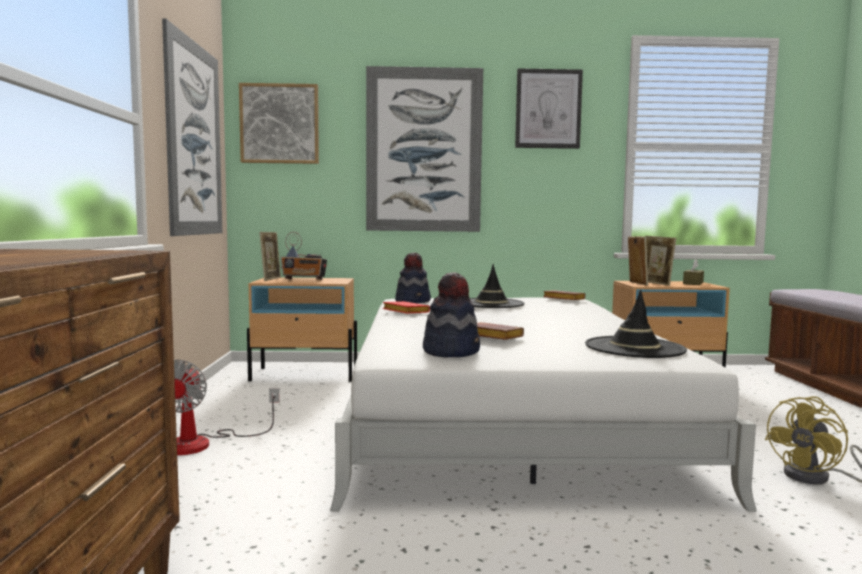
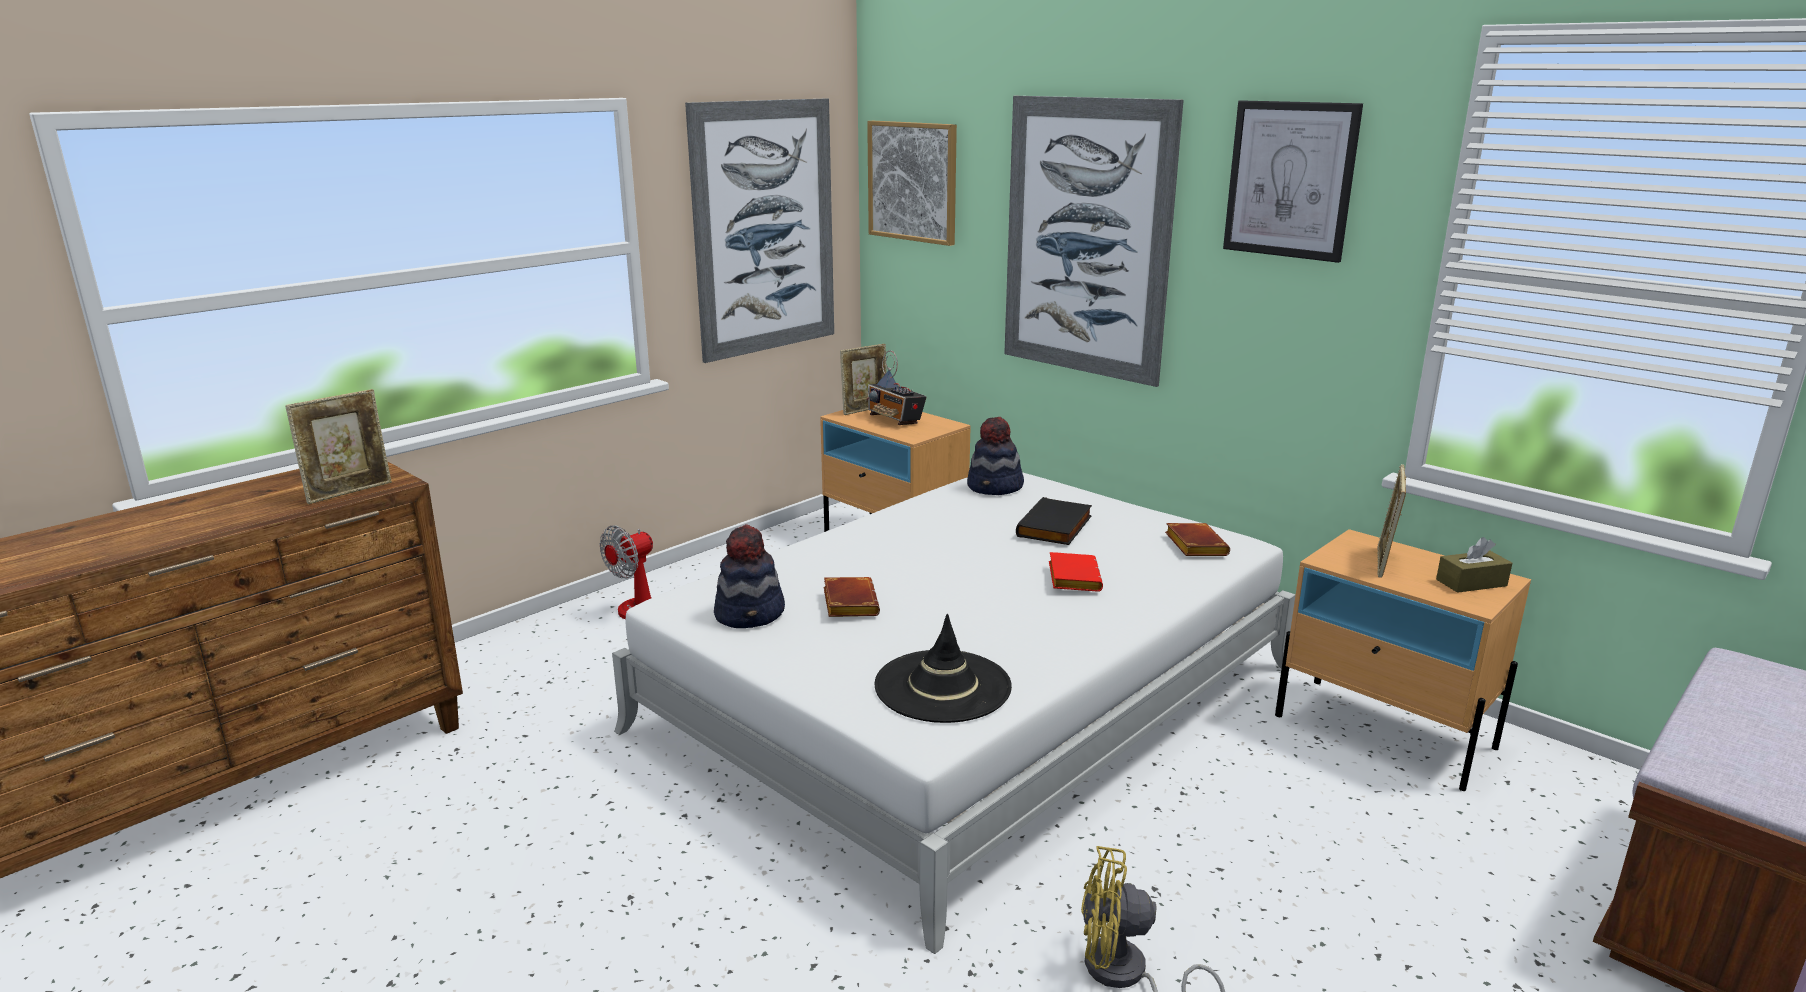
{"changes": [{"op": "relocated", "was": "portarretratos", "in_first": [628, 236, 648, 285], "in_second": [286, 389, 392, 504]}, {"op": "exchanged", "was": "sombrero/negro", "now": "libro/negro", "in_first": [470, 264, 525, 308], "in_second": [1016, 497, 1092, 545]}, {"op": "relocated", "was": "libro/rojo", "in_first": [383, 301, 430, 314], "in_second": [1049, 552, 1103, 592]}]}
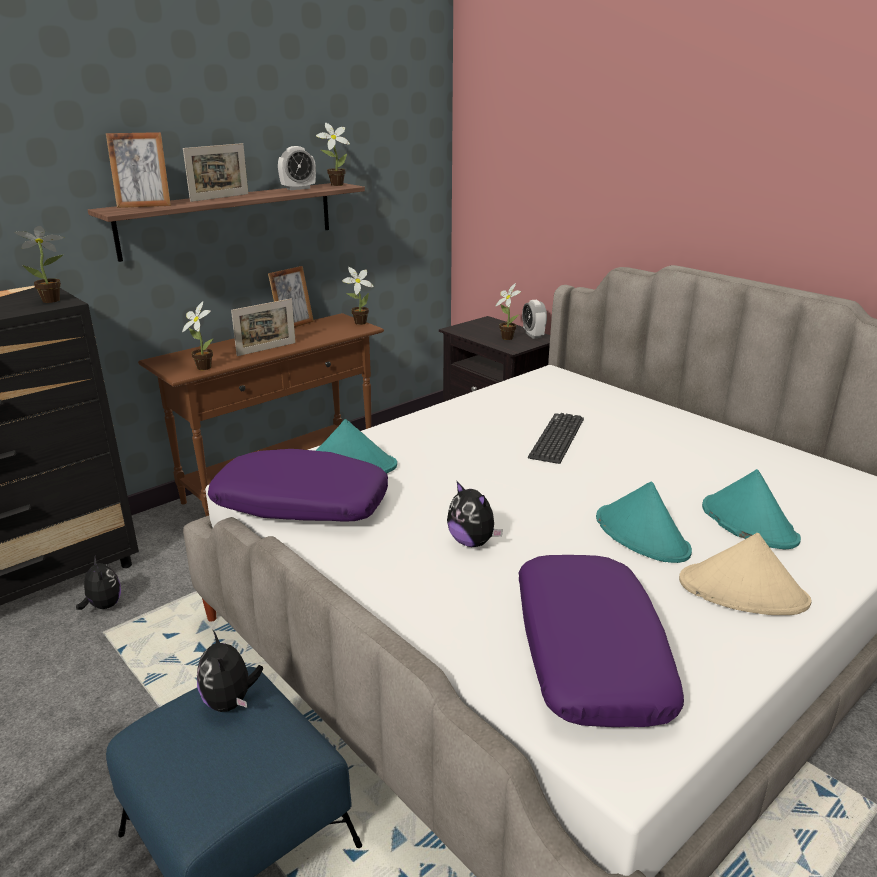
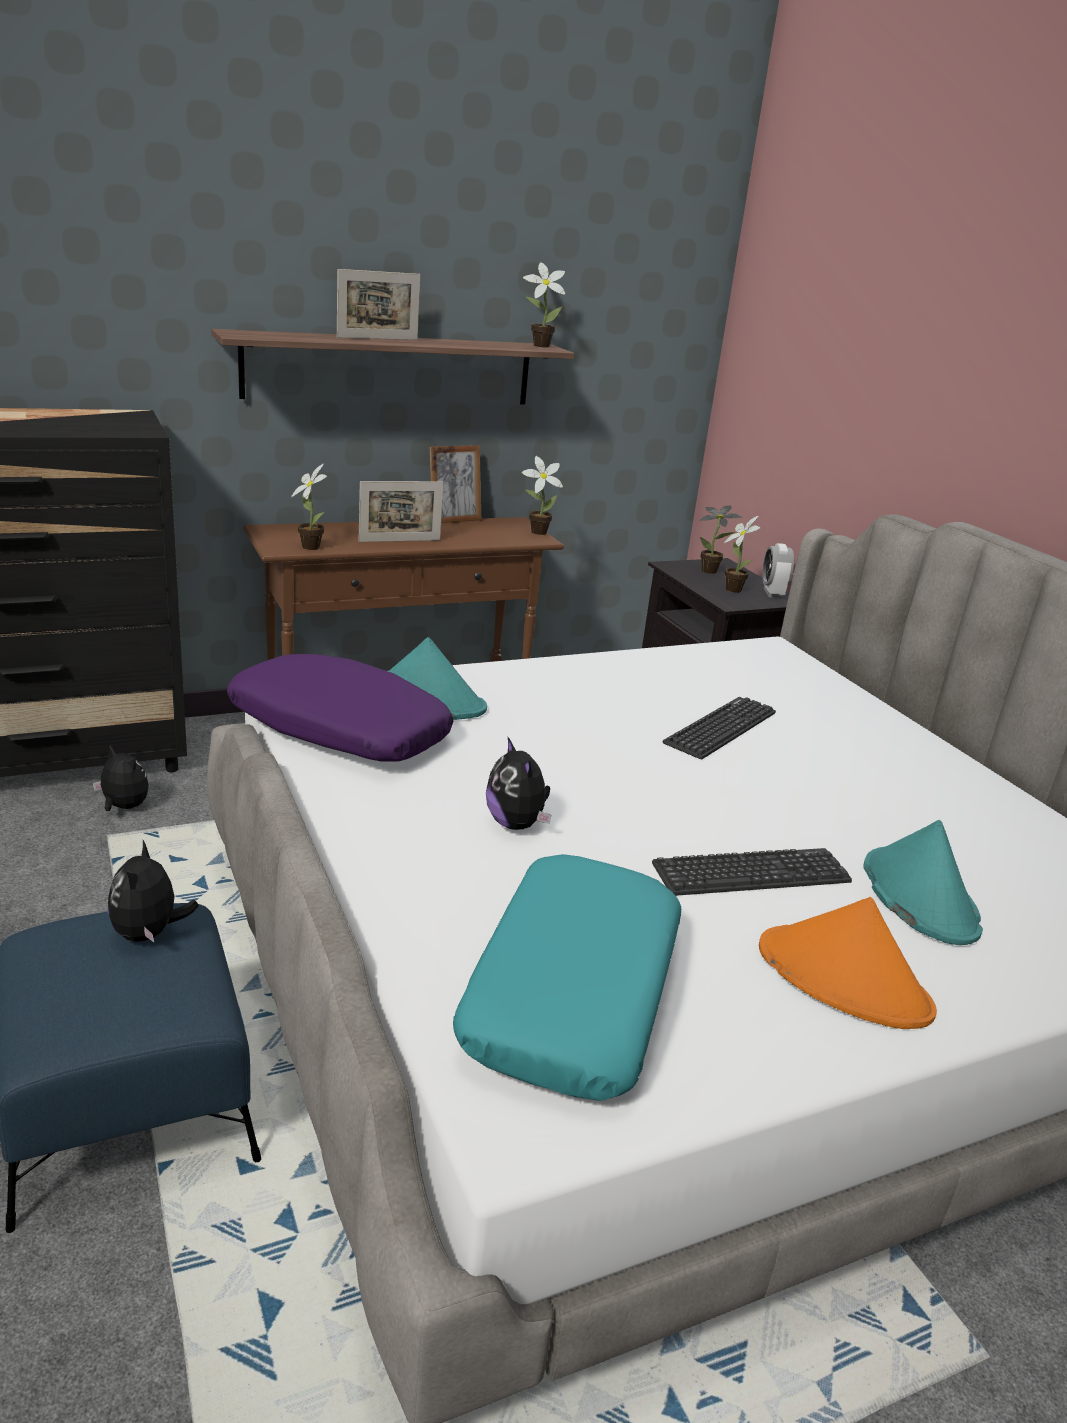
{"changes": [{"op": "missing", "was": "portarretratos", "in_first": [106, 132, 171, 208]}, {"op": "missing", "was": "despertador", "in_first": [278, 146, 316, 190]}, {"op": "relocated", "was": "planta en maceta", "in_first": [14, 226, 64, 303], "in_second": [699, 505, 742, 574]}, {"op": "exchanged", "was": "sombrero/turquesa", "now": "teclado", "in_first": [596, 481, 692, 563], "in_second": [652, 848, 852, 896]}, {"op": "colour", "was": "sombrero/beis", "now": "sombrero/naranja", "in_first": [679, 533, 812, 615], "in_second": [759, 897, 937, 1029]}, {"op": "colour", "was": "cojín/morado", "now": "cojín/turquesa", "in_first": [518, 555, 684, 727], "in_second": [453, 854, 681, 1101]}, {"op": "spun", "was": "peluche", "in_first": [76, 556, 121, 610], "in_second": [93, 746, 149, 811], "clockwise": -45}]}
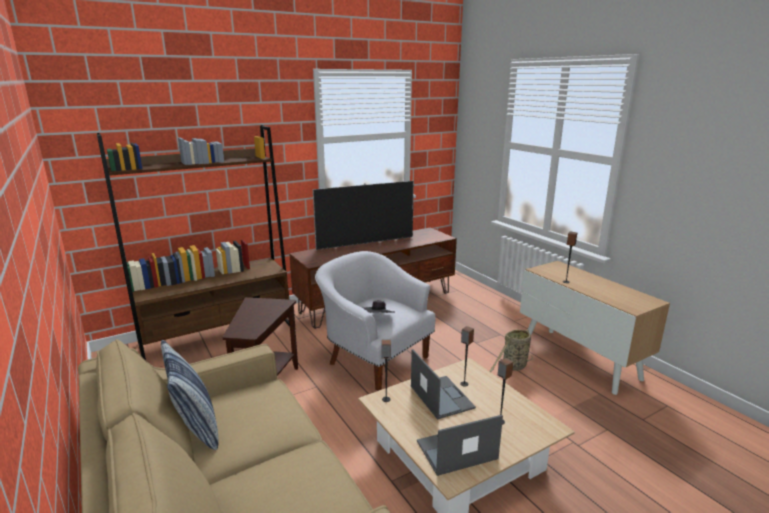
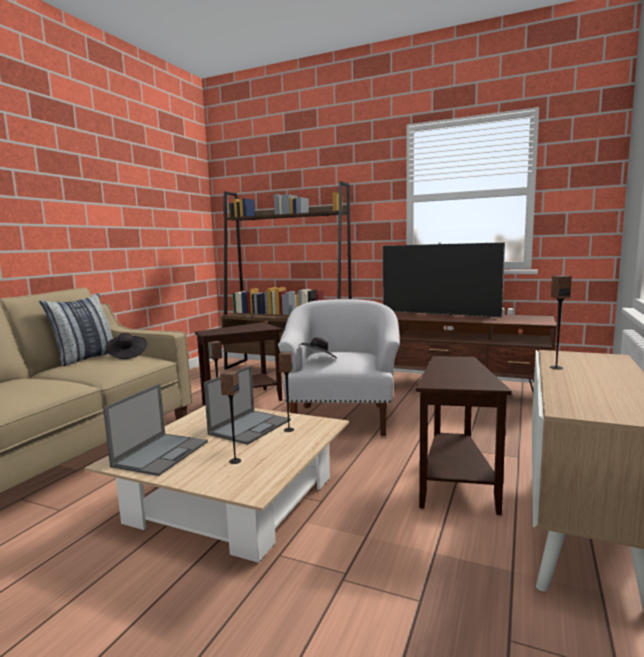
{"changes": [{"op": "exchanged", "was": "cesta", "now": "mesa auxiliar/marrón", "in_first": [490, 329, 533, 372], "in_second": [416, 356, 512, 515]}, {"op": "spun", "was": "portátil", "in_first": [417, 415, 503, 476], "in_second": [103, 384, 208, 476], "clockwise": 75}, {"op": "appeared", "now": "sombrero/negro", "in_second": [106, 333, 147, 359]}]}
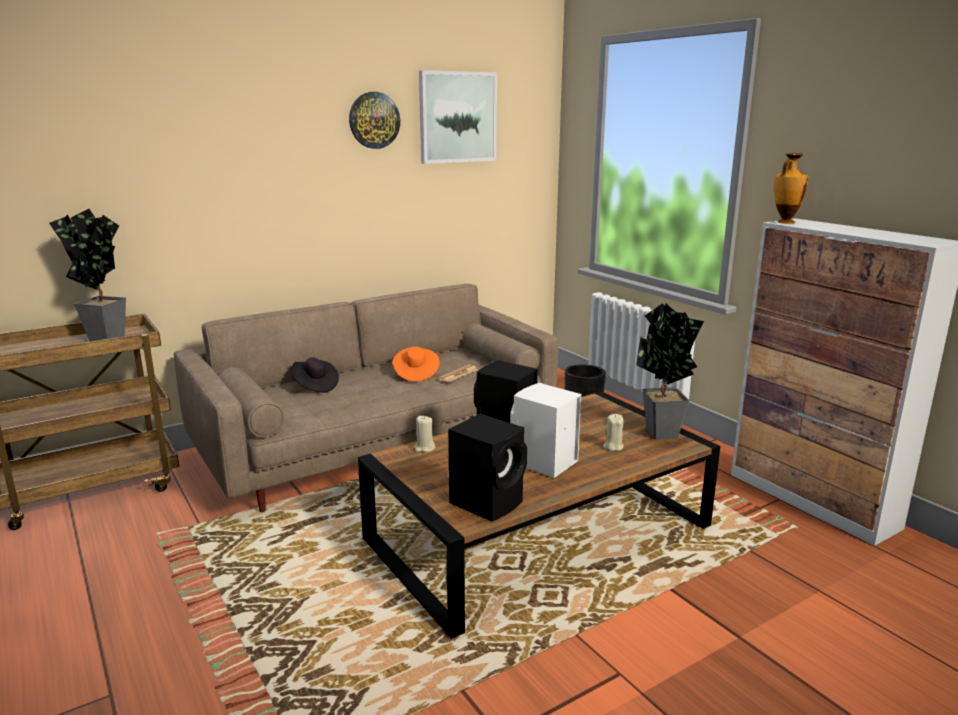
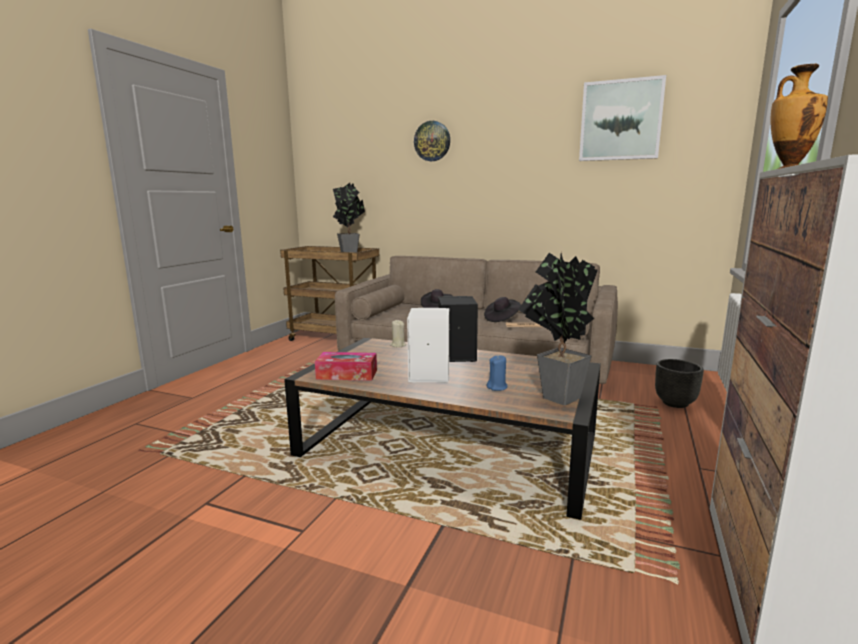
{"changes": [{"op": "relocated", "was": "reloj de pared", "in_first": [349, 92, 400, 149], "in_second": [414, 121, 450, 161]}, {"op": "colour", "was": "sombrero/naranja", "now": "sombrero/negro", "in_first": [393, 346, 440, 382], "in_second": [484, 297, 521, 322]}, {"op": "exchanged", "was": "altavoz/negro", "now": "caja de pañuelos", "in_first": [448, 413, 527, 522], "in_second": [315, 352, 377, 381]}, {"op": "colour", "was": "vela/beis", "now": "vela/azul", "in_first": [603, 414, 624, 451], "in_second": [487, 355, 508, 391]}]}
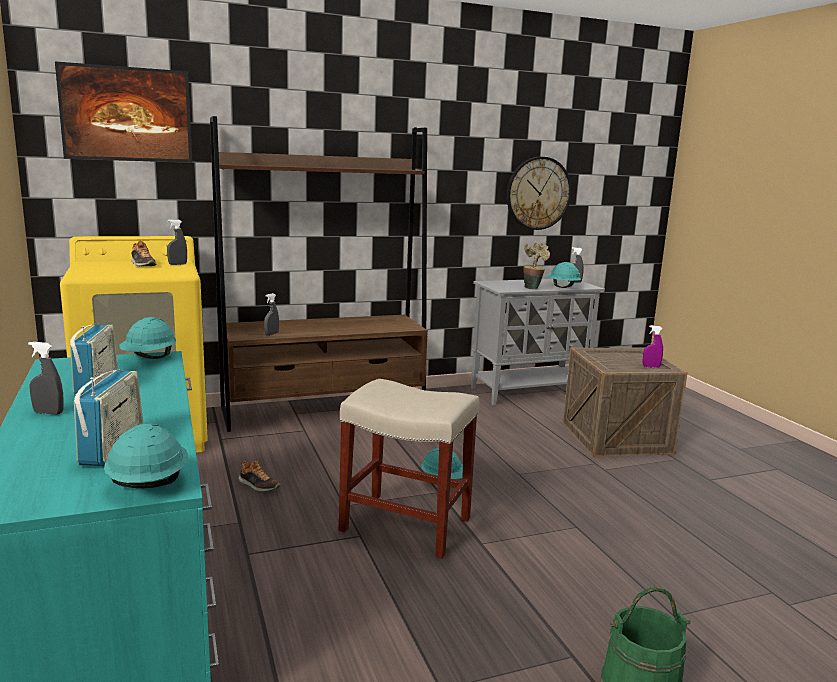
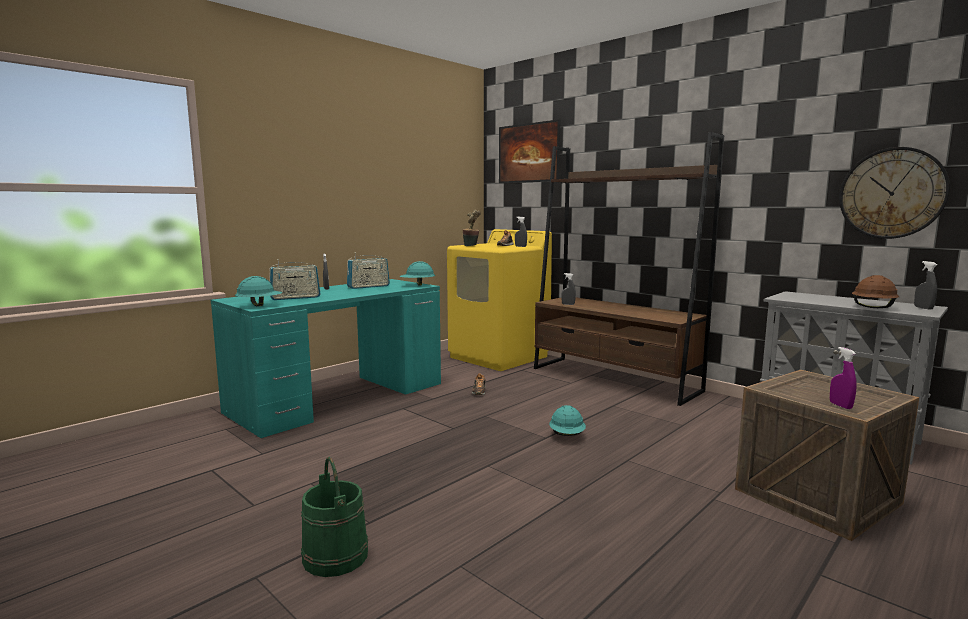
{"changes": [{"op": "relocated", "was": "planta en maceta", "in_first": [524, 242, 550, 289], "in_second": [462, 210, 481, 246]}, {"op": "colour", "was": "casco/turquesa", "now": "casco/marrón", "in_first": [546, 262, 581, 288], "in_second": [852, 275, 900, 308]}, {"op": "missing", "was": "taburete/beis", "in_first": [339, 379, 480, 559]}]}
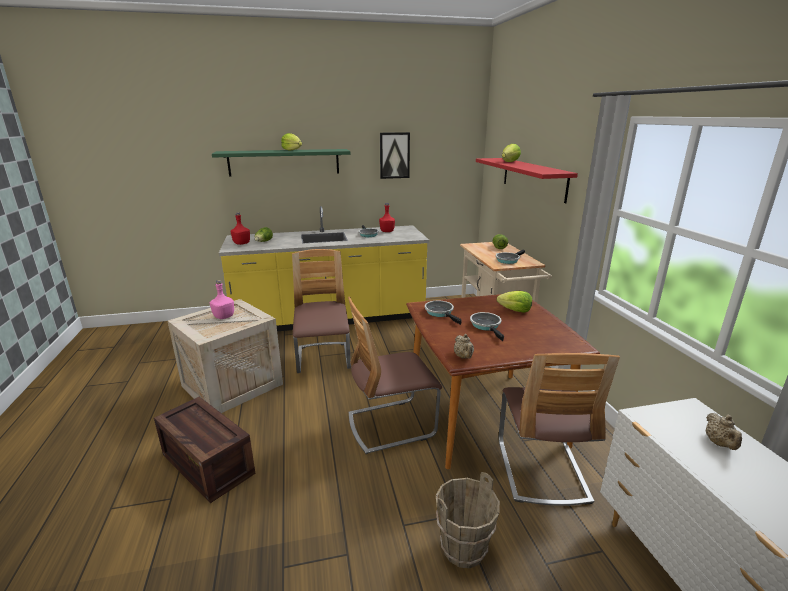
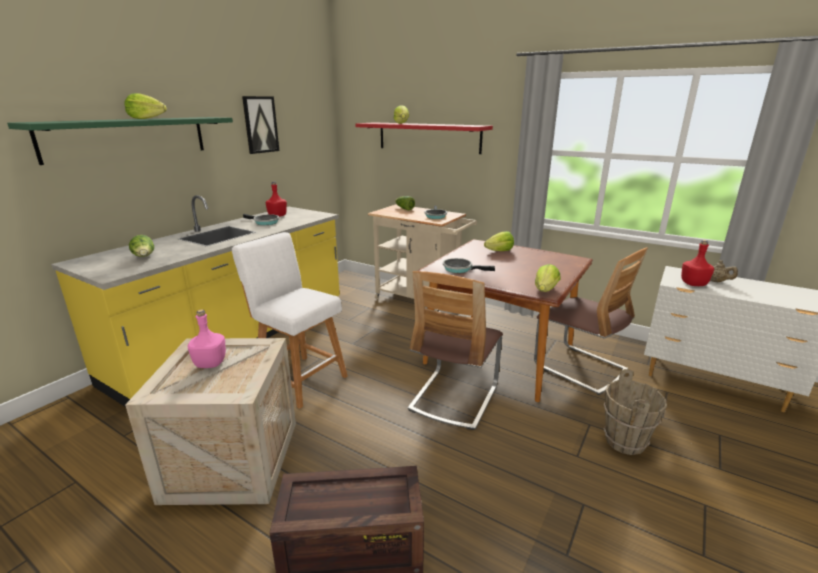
{"changes": [{"op": "relocated", "was": "botella/rojo", "in_first": [230, 212, 250, 245], "in_second": [681, 240, 714, 286]}, {"op": "exchanged", "was": "silla", "now": "taburete/blanco", "in_first": [292, 249, 351, 373], "in_second": [232, 232, 348, 409]}, {"op": "missing", "was": "sartén", "in_first": [470, 312, 504, 341]}, {"op": "exchanged", "was": "tetera/beis", "now": "lechuga", "in_first": [454, 334, 474, 359], "in_second": [535, 264, 561, 292]}]}
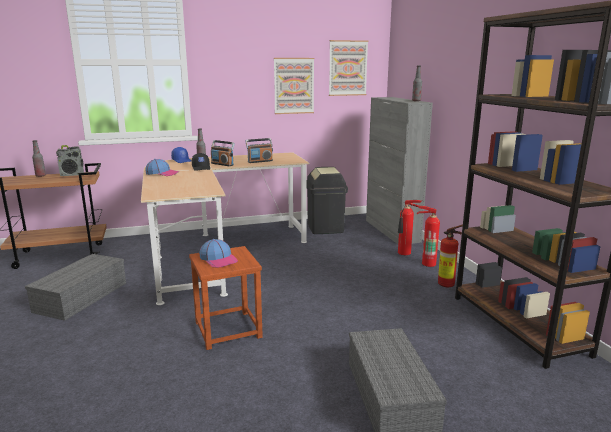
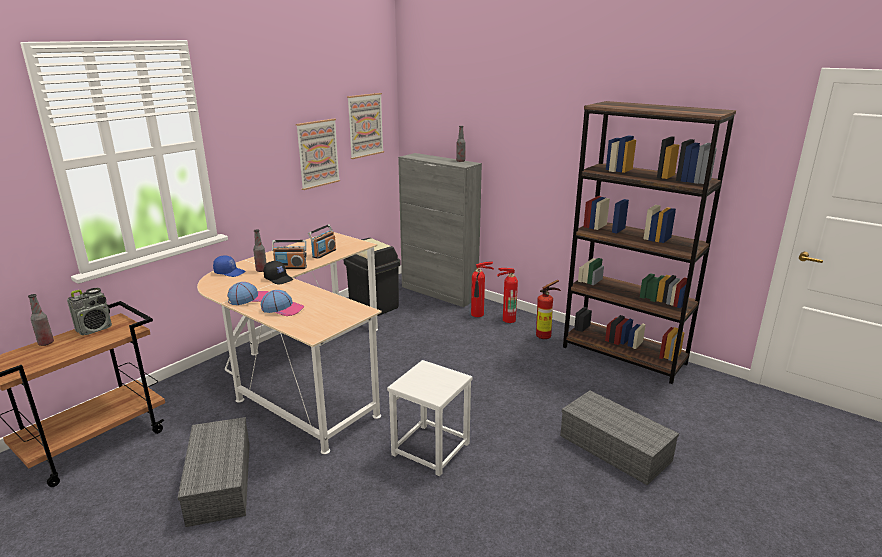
{"changes": [{"op": "relocated", "was": "gorra", "in_first": [199, 239, 238, 268], "in_second": [261, 290, 305, 316]}, {"op": "colour", "was": "taburete/marrón", "now": "taburete/blanco", "in_first": [189, 246, 263, 350], "in_second": [387, 360, 472, 476]}]}
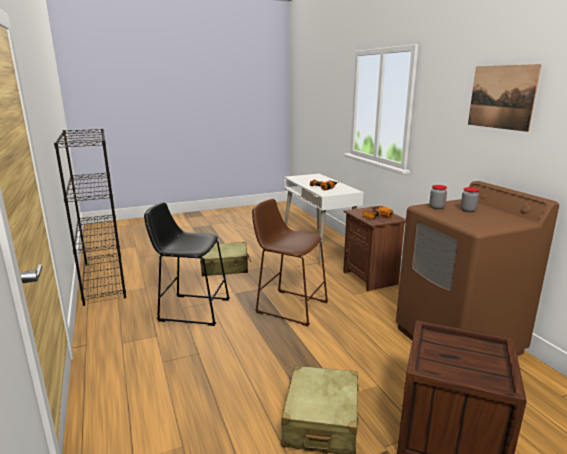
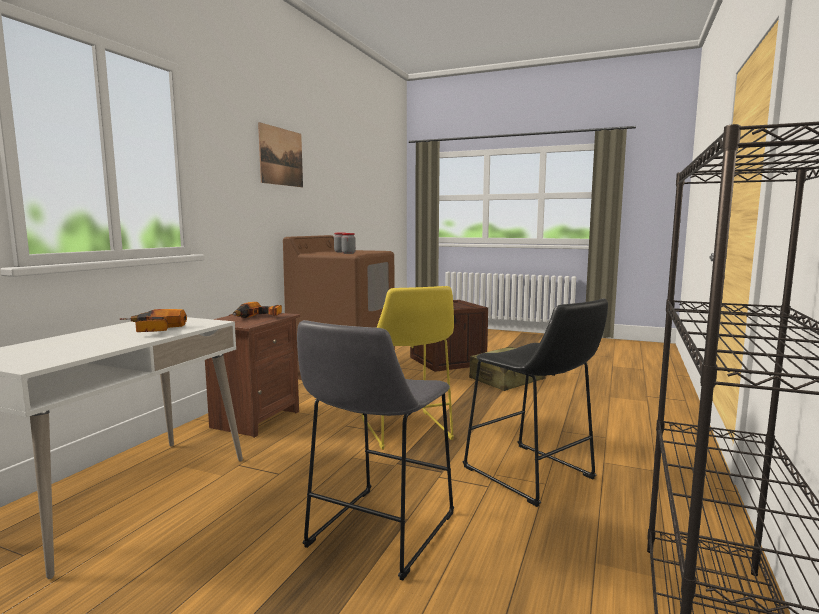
{"changes": [{"op": "colour", "was": "taburete/marrón", "now": "taburete/amarillo", "in_first": [252, 199, 328, 326], "in_second": [362, 286, 454, 450]}, {"op": "exchanged", "was": "maleta/beis", "now": "taburete/gris", "in_first": [200, 242, 251, 276], "in_second": [297, 320, 454, 581]}]}
